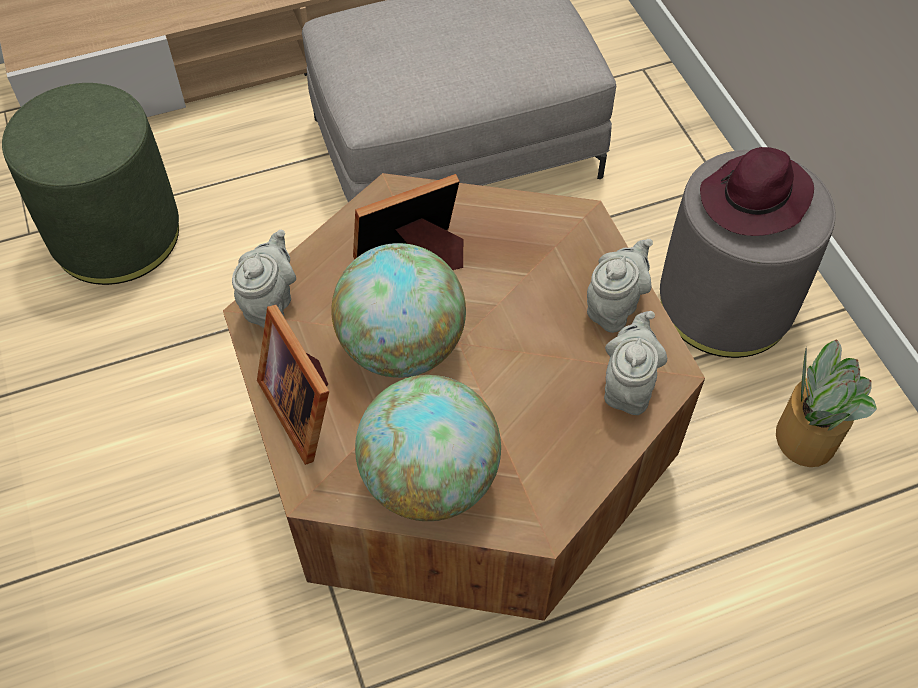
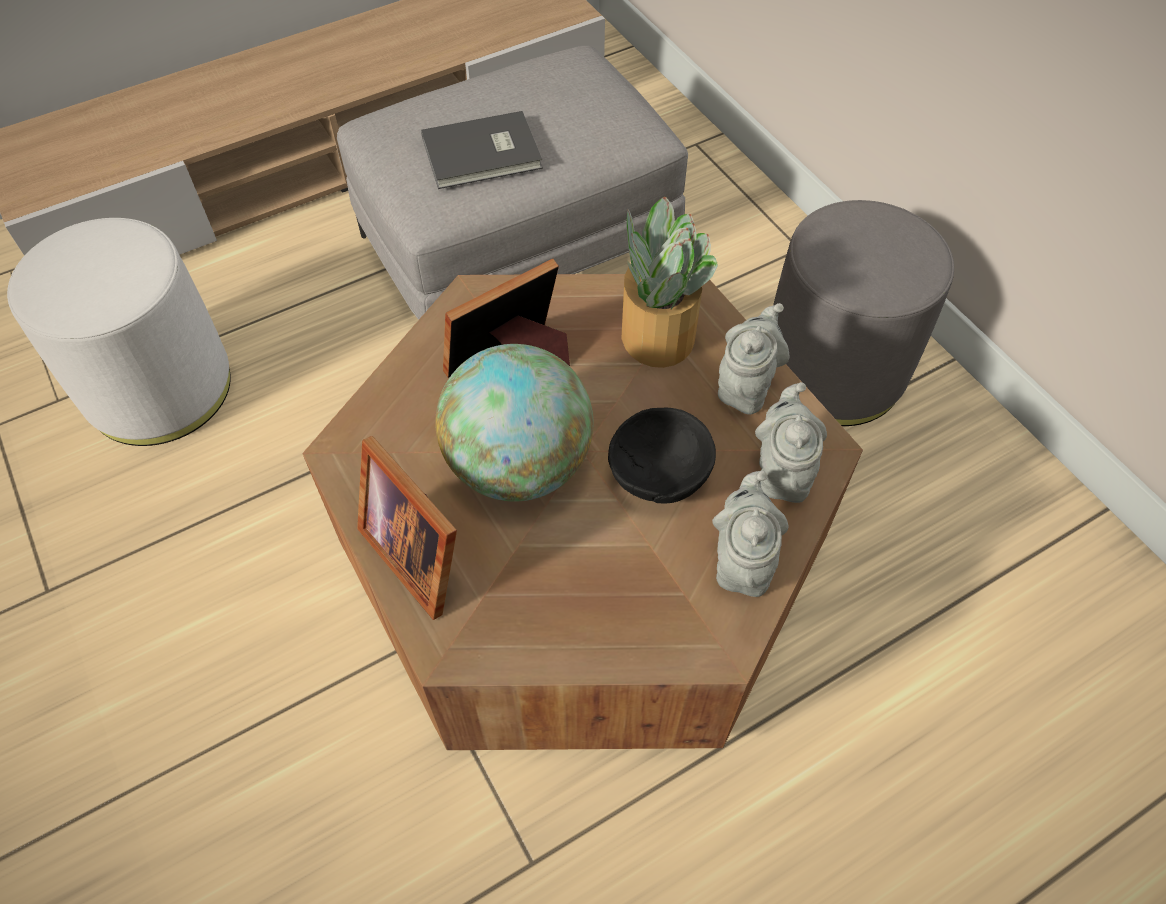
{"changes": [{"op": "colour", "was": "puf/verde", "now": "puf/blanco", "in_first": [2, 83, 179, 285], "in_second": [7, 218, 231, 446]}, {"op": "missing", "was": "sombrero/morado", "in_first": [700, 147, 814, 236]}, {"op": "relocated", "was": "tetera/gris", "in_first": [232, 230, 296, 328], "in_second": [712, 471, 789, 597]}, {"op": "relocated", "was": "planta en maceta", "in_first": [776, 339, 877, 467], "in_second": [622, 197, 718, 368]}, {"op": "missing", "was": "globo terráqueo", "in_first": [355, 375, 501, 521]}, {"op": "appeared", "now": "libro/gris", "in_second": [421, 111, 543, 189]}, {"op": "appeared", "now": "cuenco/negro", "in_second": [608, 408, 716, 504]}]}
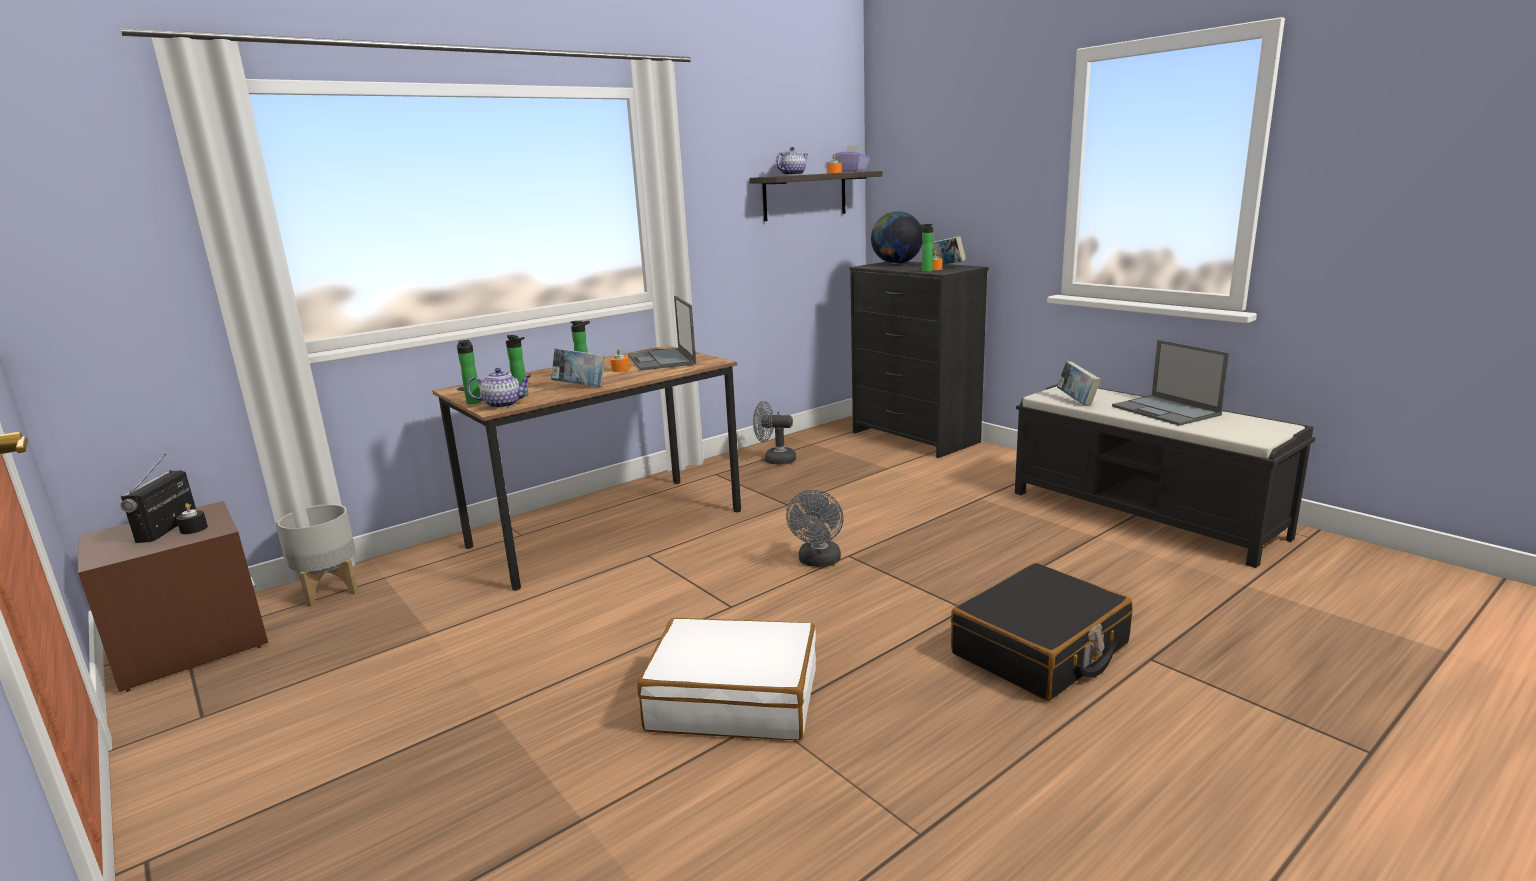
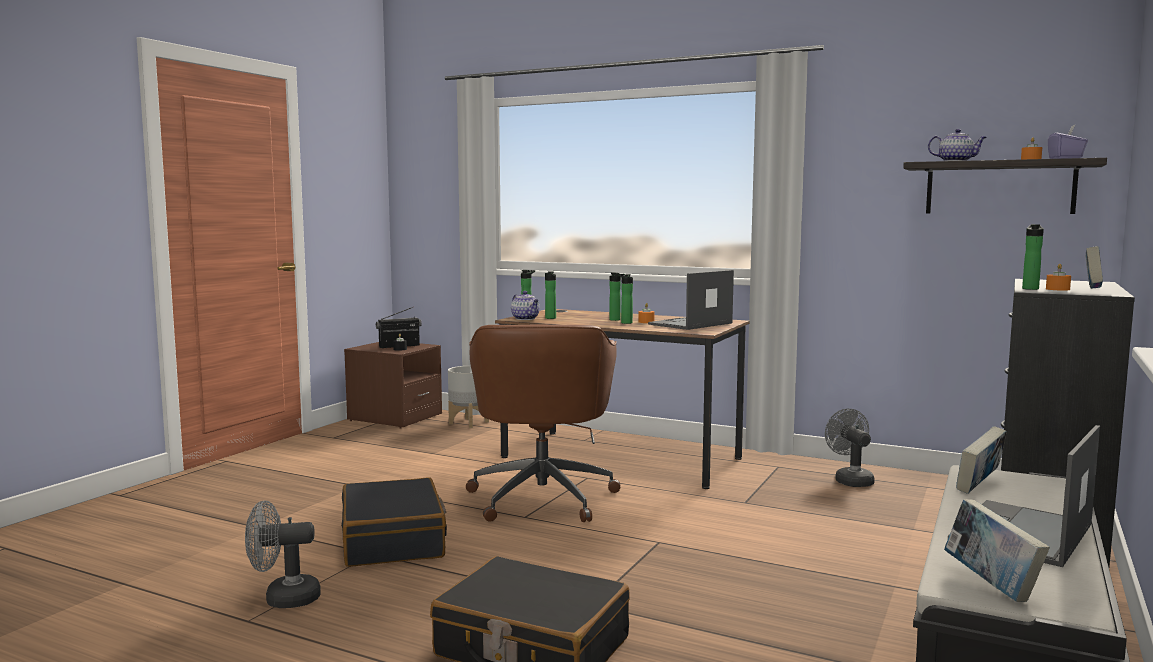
{"changes": [{"op": "missing", "was": "globo terráqueo", "in_first": [871, 211, 923, 264]}, {"op": "relocated", "was": "libro", "in_first": [551, 348, 605, 387], "in_second": [944, 499, 1050, 602]}, {"op": "relocated", "was": "ventilador/gris", "in_first": [786, 489, 844, 567], "in_second": [245, 501, 321, 608]}, {"op": "colour", "was": "maleta/blanco", "now": "maleta/negro", "in_first": [637, 618, 816, 740], "in_second": [341, 477, 447, 567]}, {"op": "appeared", "now": "botella", "in_second": [621, 274, 633, 324]}, {"op": "appeared", "now": "silla de oficina/marrón", "in_second": [466, 324, 620, 522]}]}
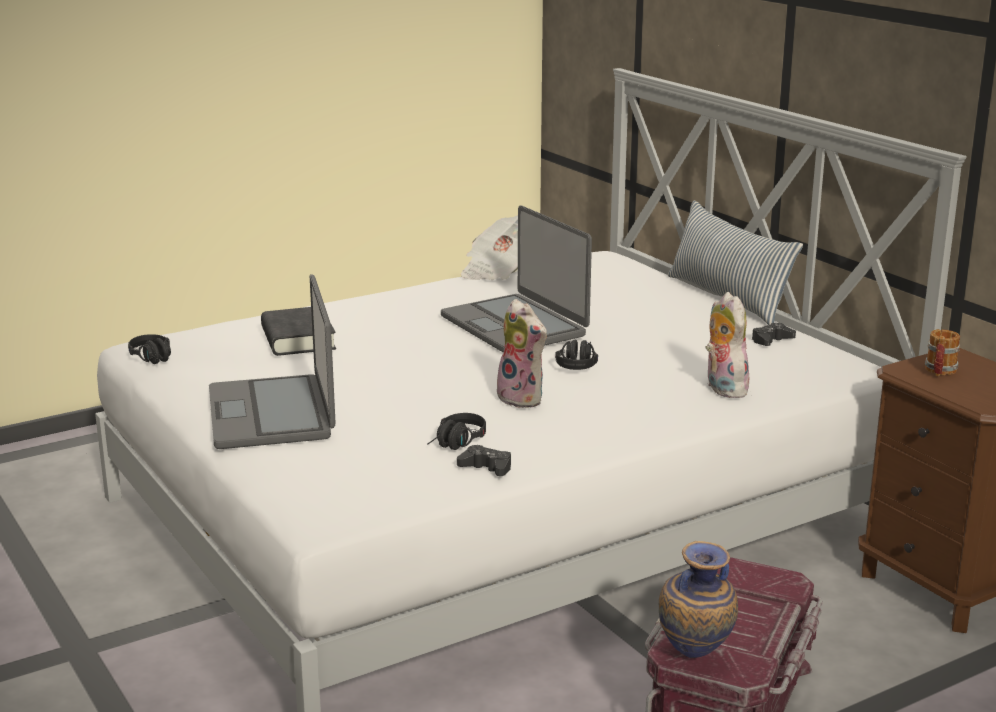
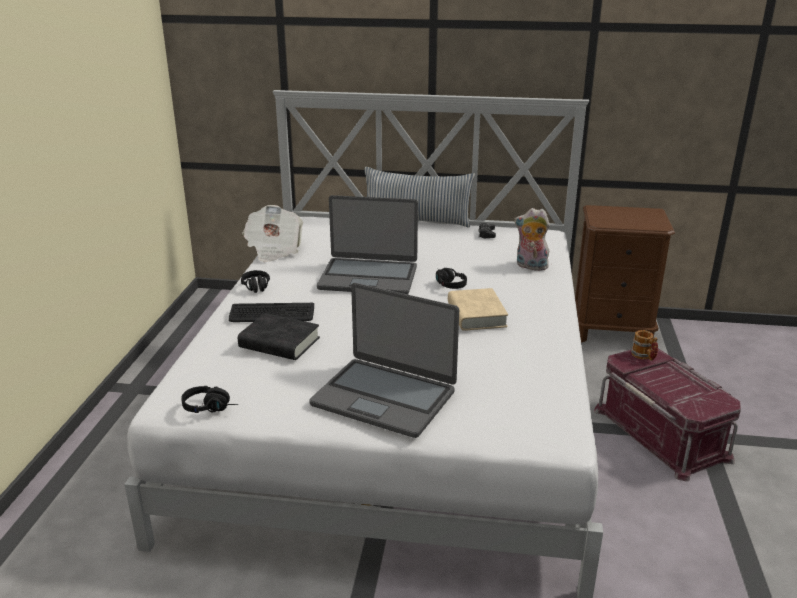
{"changes": [{"op": "exchanged", "was": "peluche", "now": "libro/beis", "in_first": [496, 299, 547, 408], "in_second": [448, 288, 508, 331]}, {"op": "relocated", "was": "taza grande", "in_first": [925, 329, 960, 376], "in_second": [631, 330, 658, 361]}, {"op": "relocated", "was": "auriculares/negro", "in_first": [428, 413, 486, 450], "in_second": [241, 270, 270, 293]}, {"op": "missing", "was": "mando de consola/negro", "in_first": [457, 445, 511, 476]}, {"op": "missing", "was": "florero", "in_first": [659, 541, 738, 658]}, {"op": "appeared", "now": "teclado", "in_second": [229, 303, 314, 322]}]}
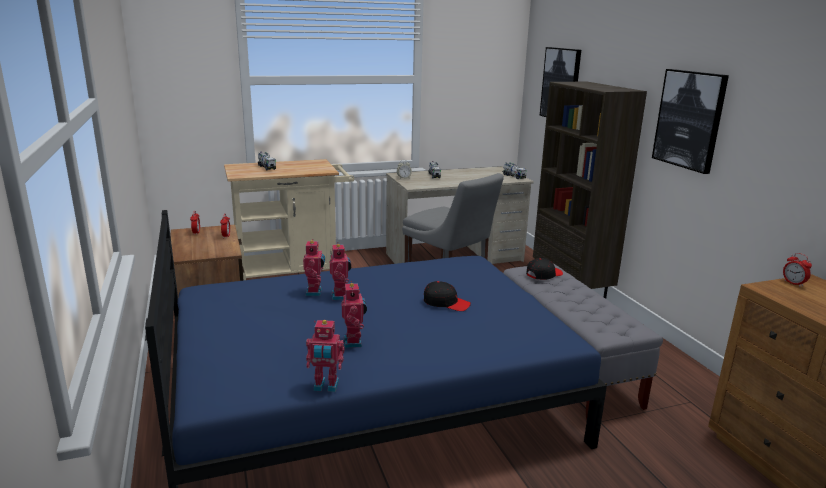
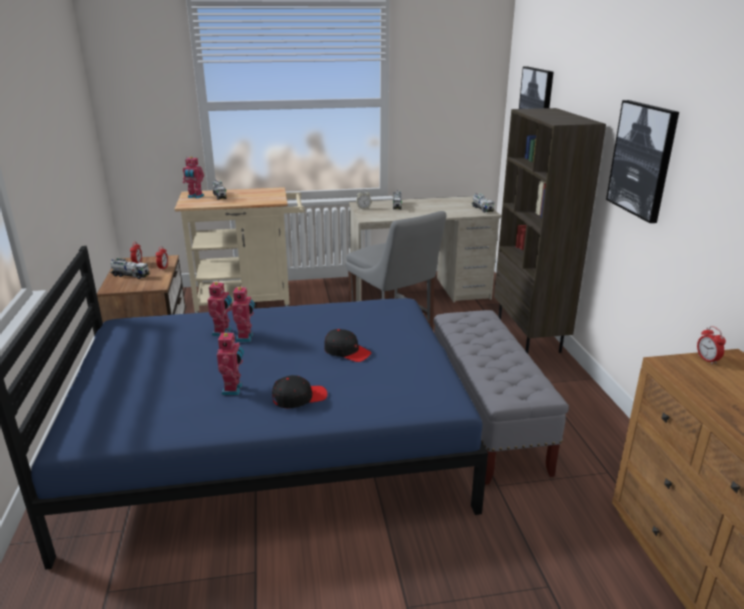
{"changes": [{"op": "relocated", "was": "gorra/negro", "in_first": [526, 258, 563, 280], "in_second": [272, 375, 327, 409]}, {"op": "relocated", "was": "robot de juguete", "in_first": [306, 320, 345, 392], "in_second": [183, 156, 204, 199]}, {"op": "appeared", "now": "camión de juguete", "in_second": [110, 258, 149, 279]}]}
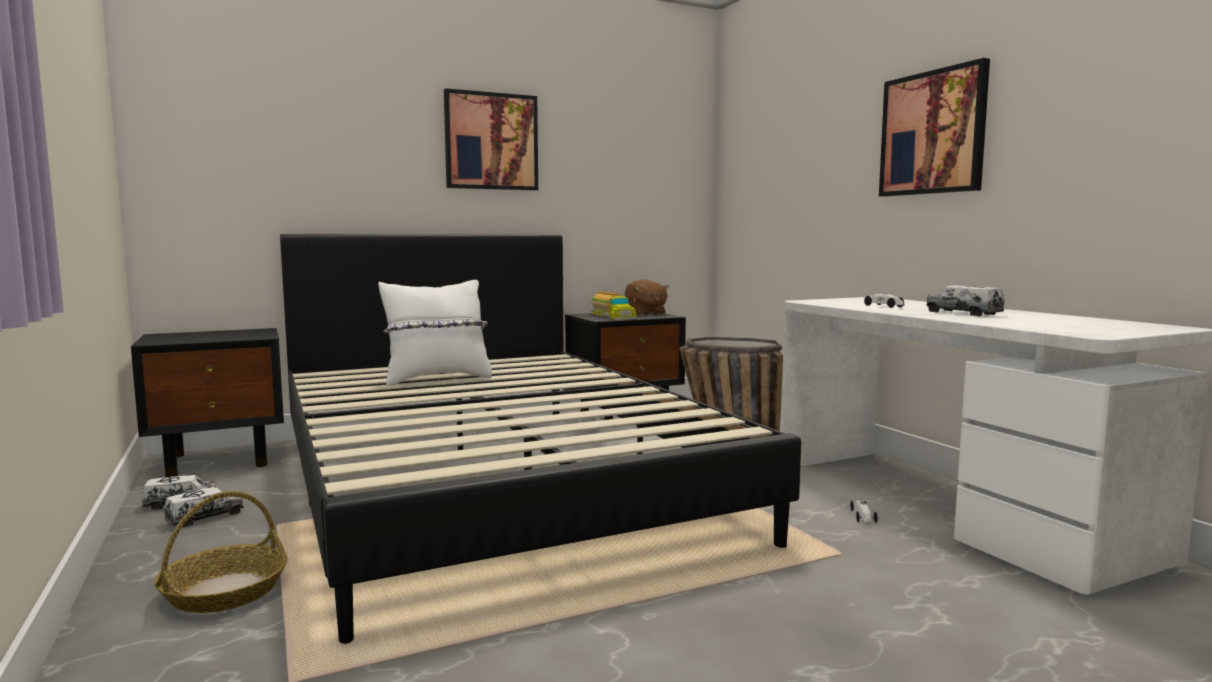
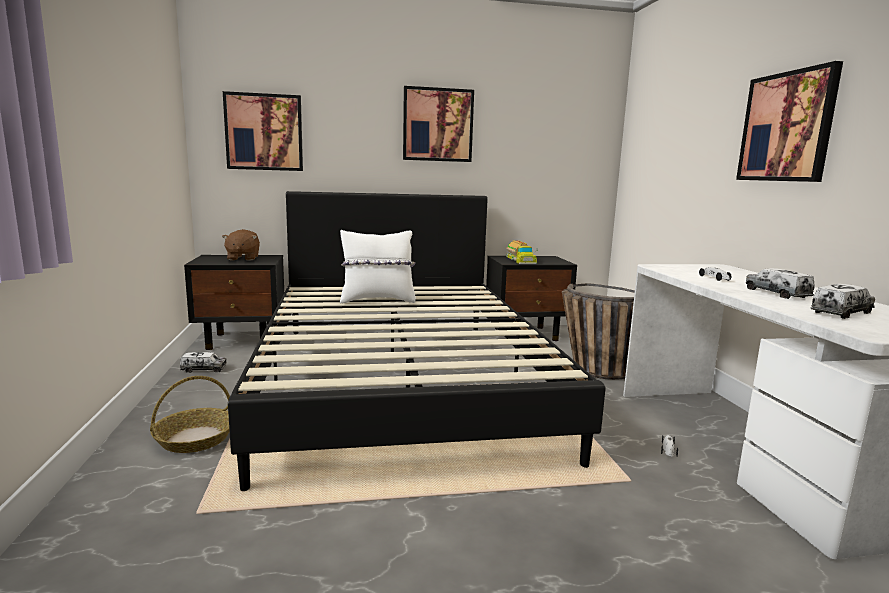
{"changes": [{"op": "relocated", "was": "peluche/marrón", "in_first": [625, 279, 669, 315], "in_second": [222, 229, 260, 261]}, {"op": "relocated", "was": "camión de juguete", "in_first": [164, 487, 244, 527], "in_second": [811, 284, 875, 319]}, {"op": "appeared", "now": "cuadro", "in_second": [223, 91, 303, 171]}]}
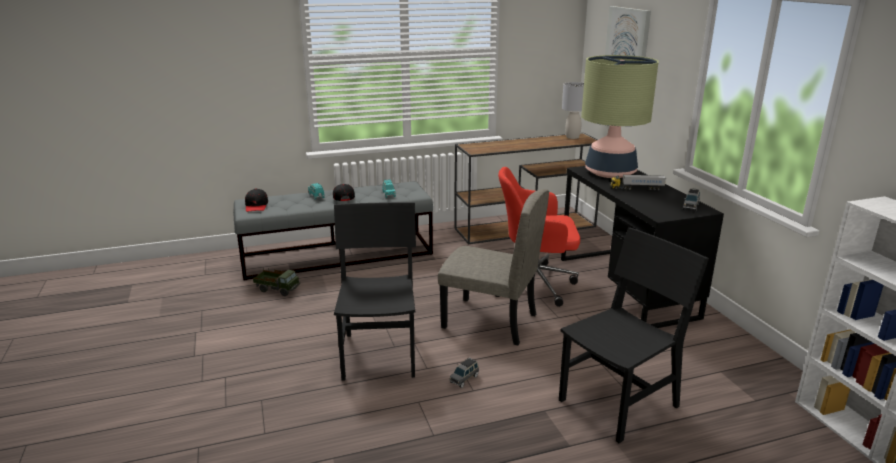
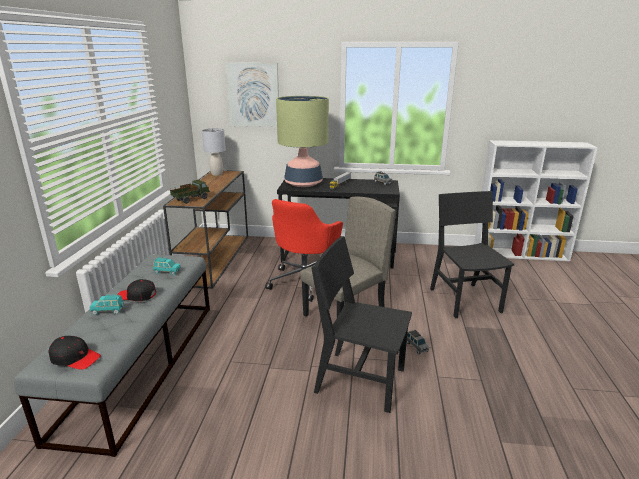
{"changes": [{"op": "relocated", "was": "camión de juguete", "in_first": [252, 268, 300, 296], "in_second": [170, 180, 210, 204]}]}
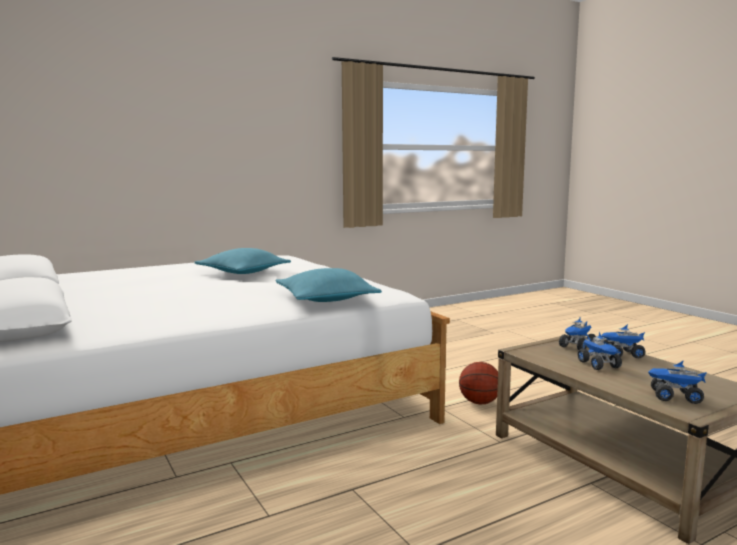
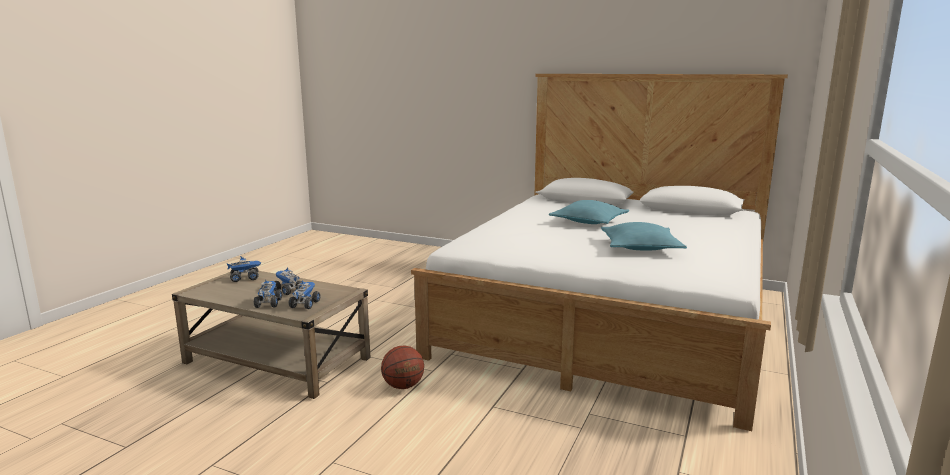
{"changes": [{"op": "relocated", "was": "cojín/turquesa", "in_first": [275, 268, 382, 302], "in_second": [549, 200, 629, 224]}, {"op": "spun", "was": "camión de juguete", "in_first": [602, 324, 646, 358], "in_second": [254, 280, 282, 308], "clockwise": -60}]}
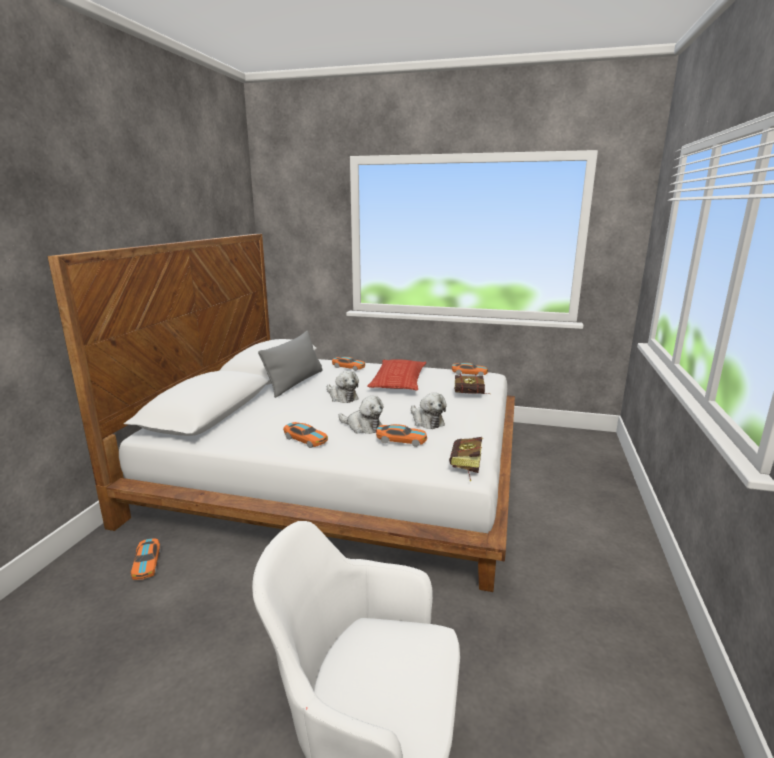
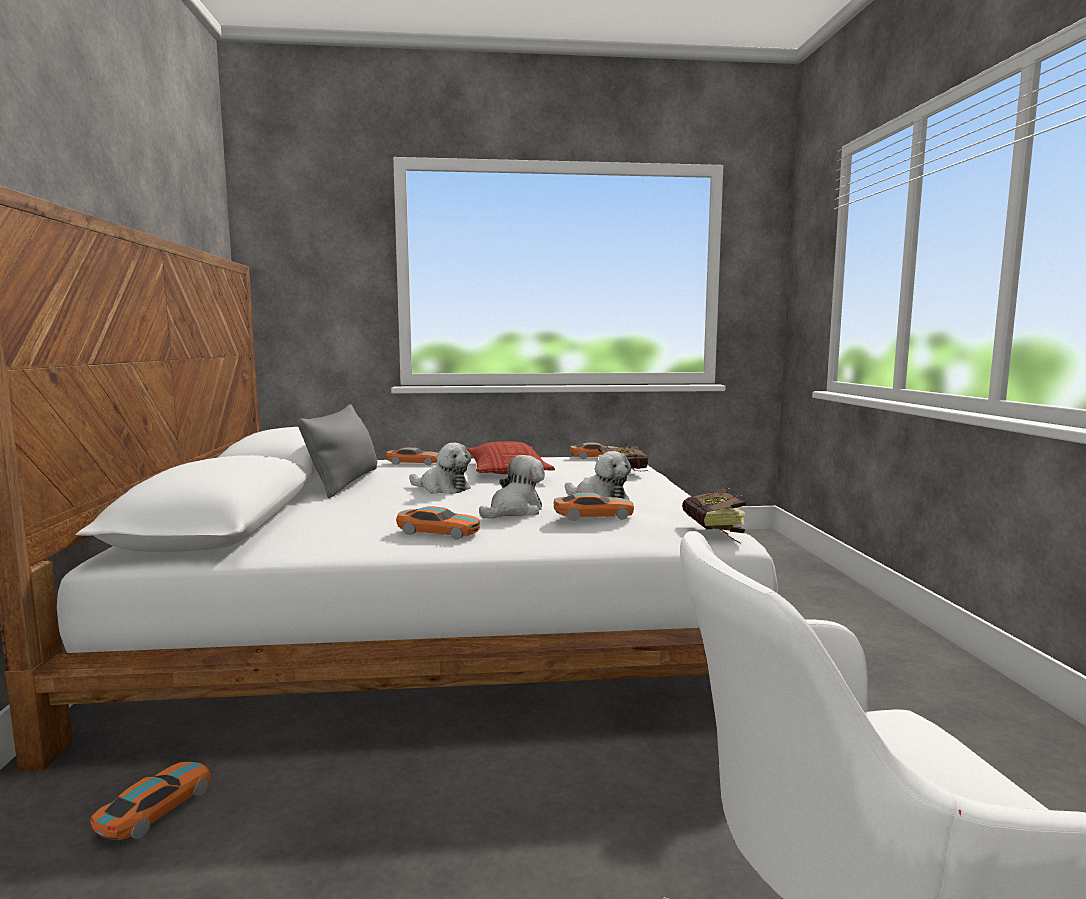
{"changes": [{"op": "spun", "was": "peluche", "in_first": [338, 396, 384, 434], "in_second": [479, 455, 545, 519], "clockwise": -60}, {"op": "spun", "was": "coche de juguete", "in_first": [131, 538, 161, 580], "in_second": [90, 762, 211, 840], "clockwise": -120}]}
